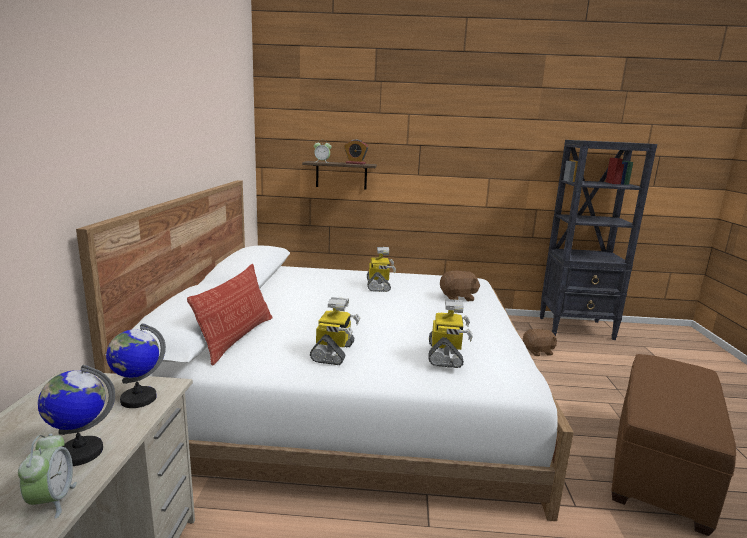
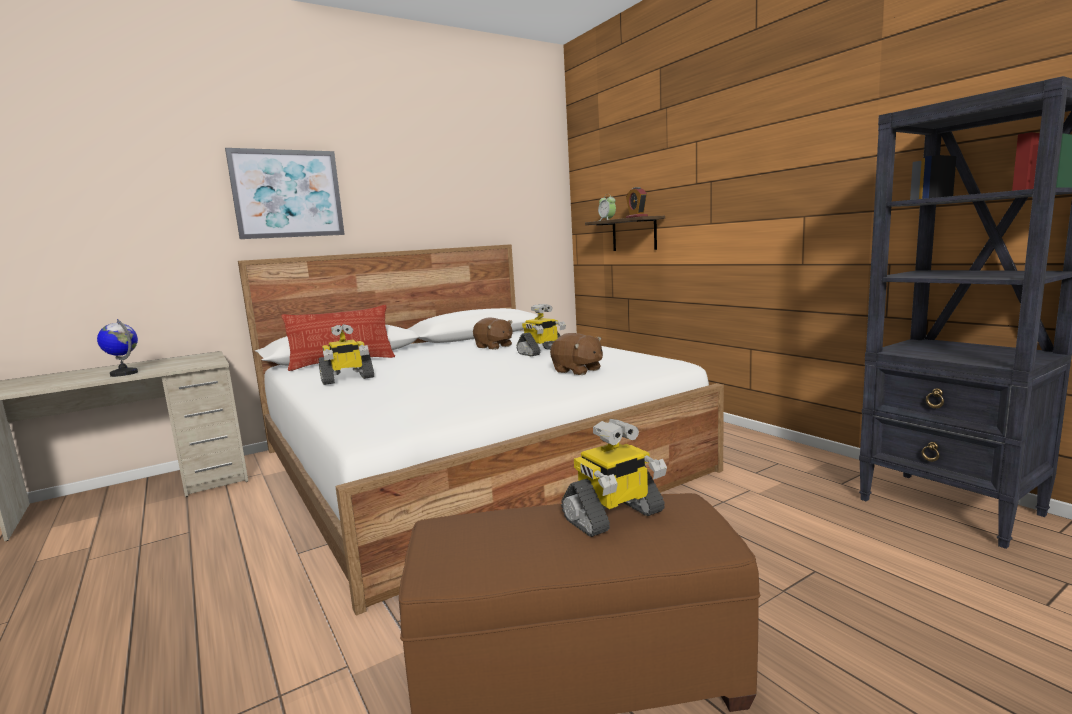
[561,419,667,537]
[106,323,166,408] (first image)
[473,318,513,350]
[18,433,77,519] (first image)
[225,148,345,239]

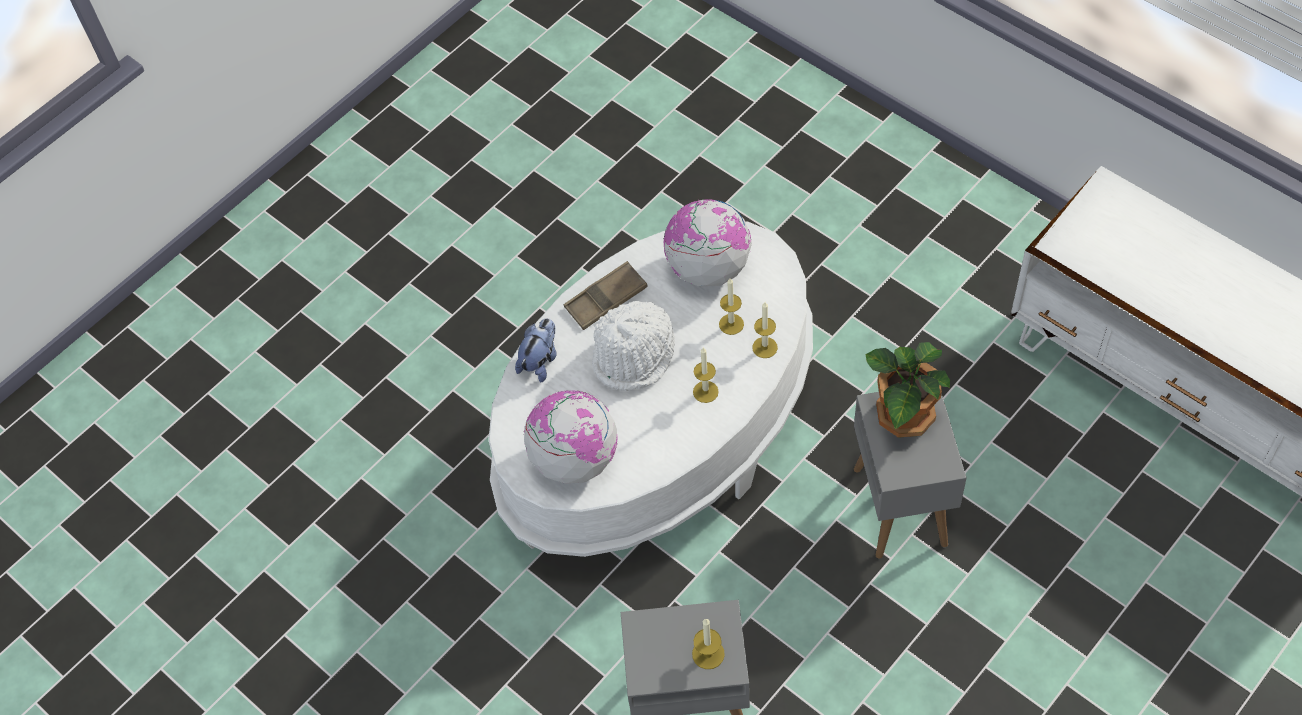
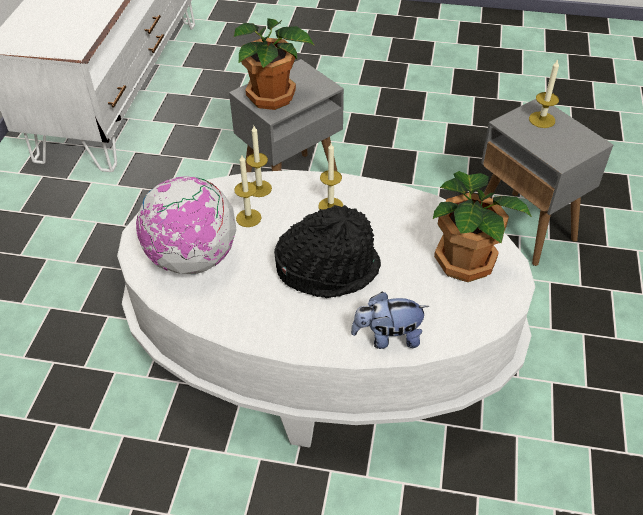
[564,261,648,330] (first image)
[274,205,381,298]
[433,171,532,282]

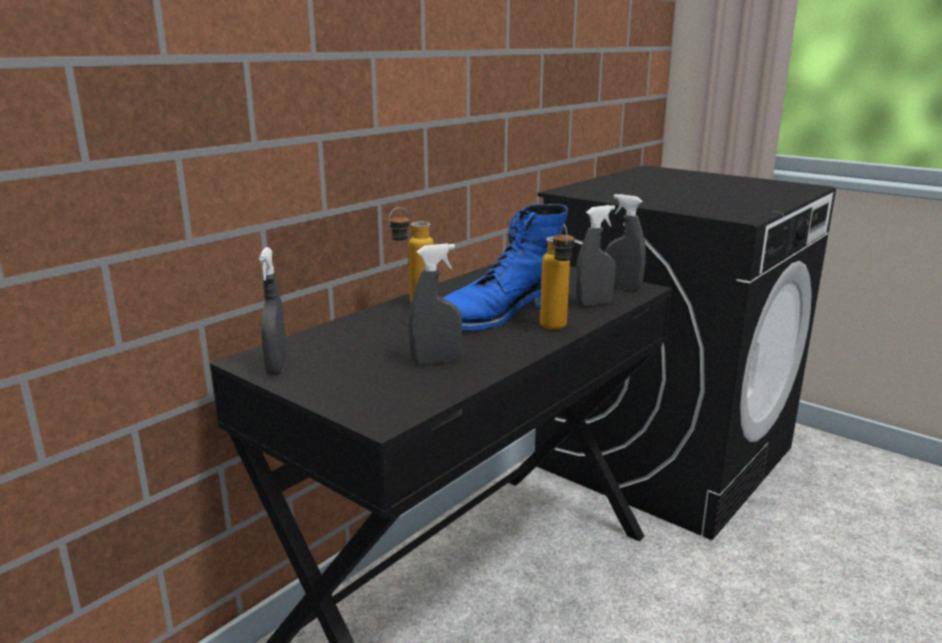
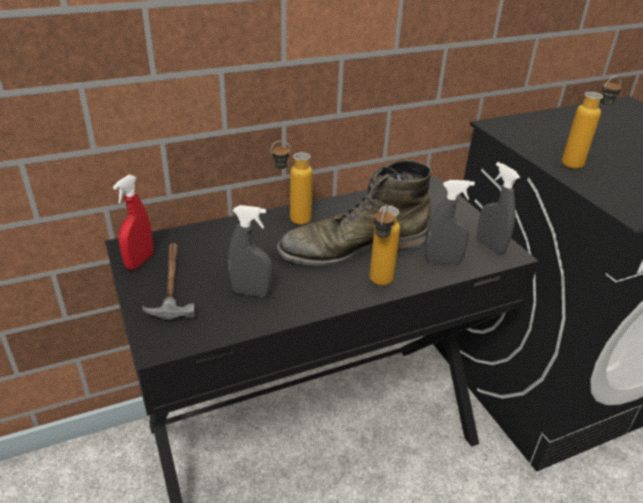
[277,160,432,266]
[113,175,153,270]
[562,75,621,169]
[142,243,195,320]

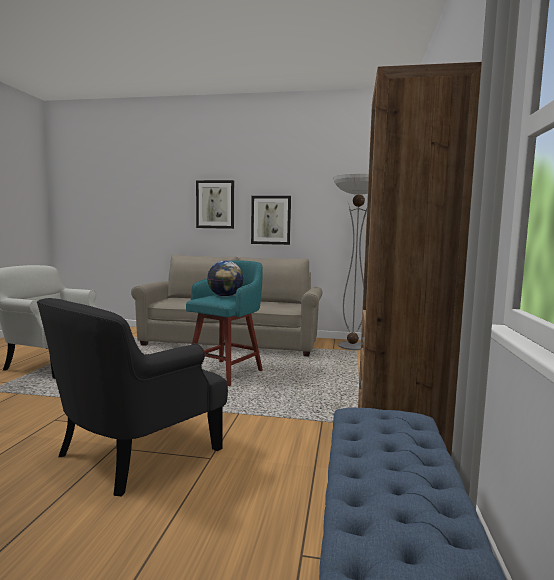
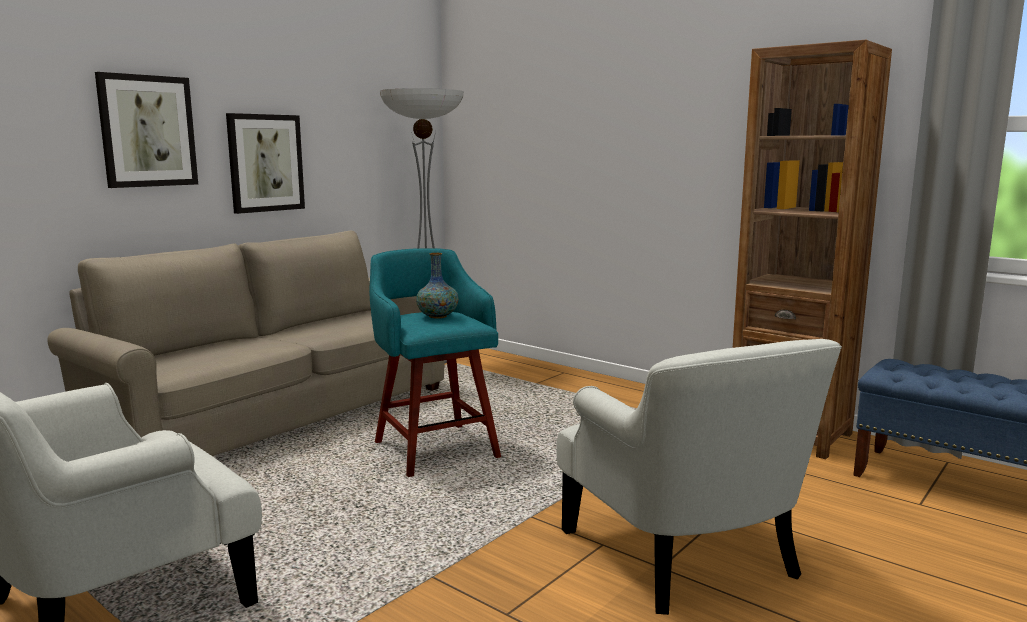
[416,253,458,319]
[556,339,842,615]

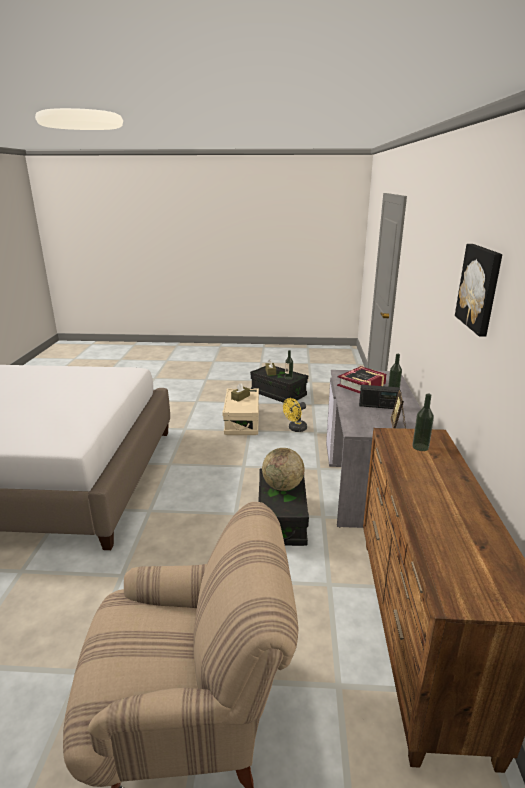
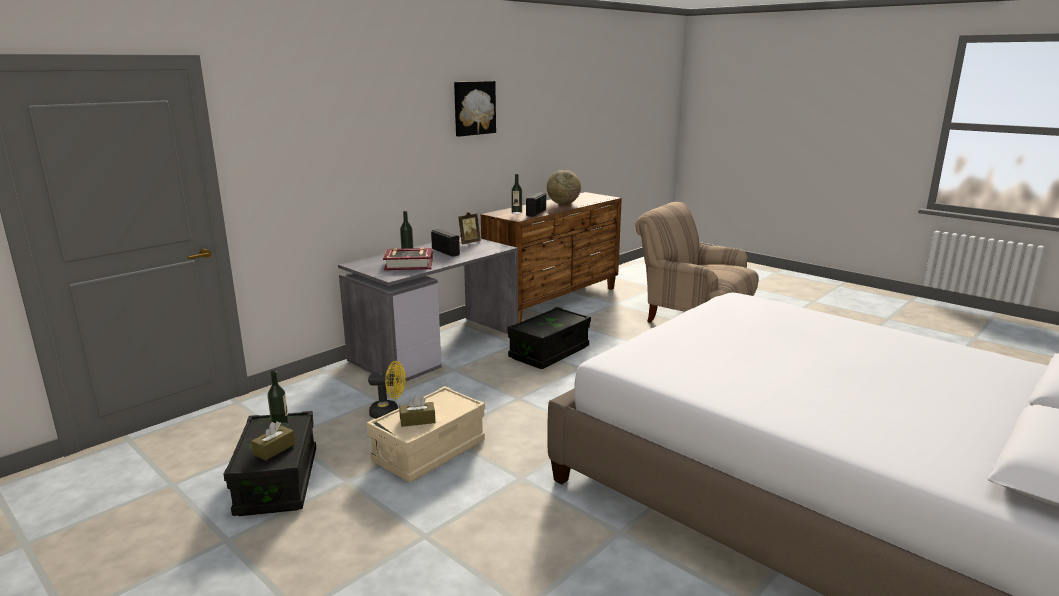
[547,170,581,205]
[526,192,546,217]

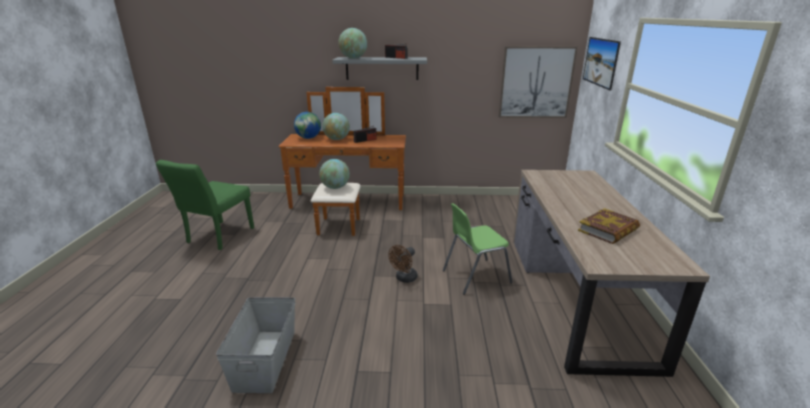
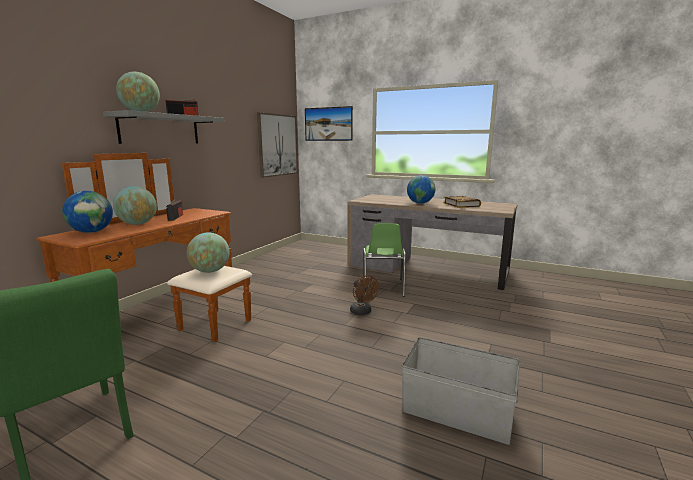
[407,175,435,204]

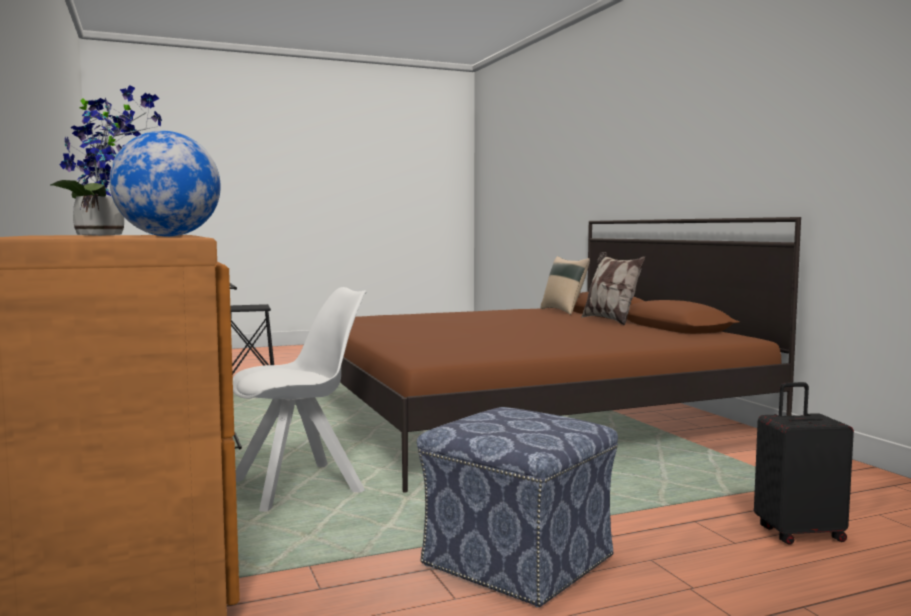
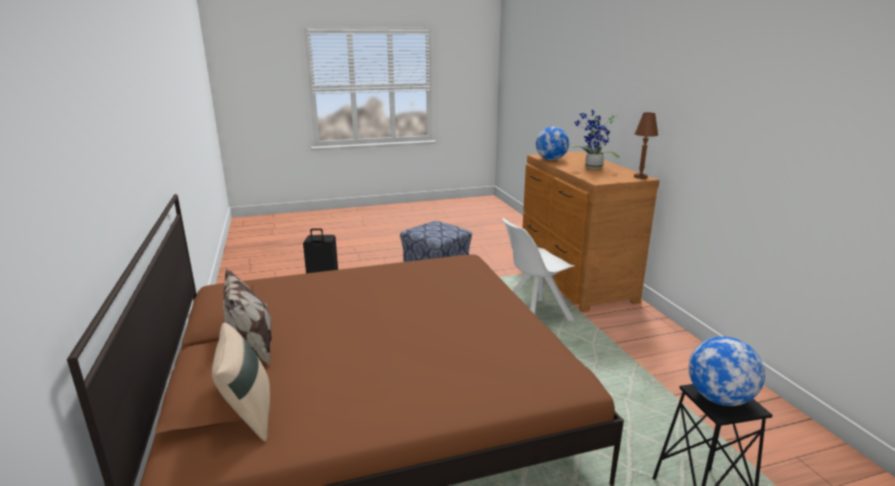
[634,113,658,179]
[689,336,765,406]

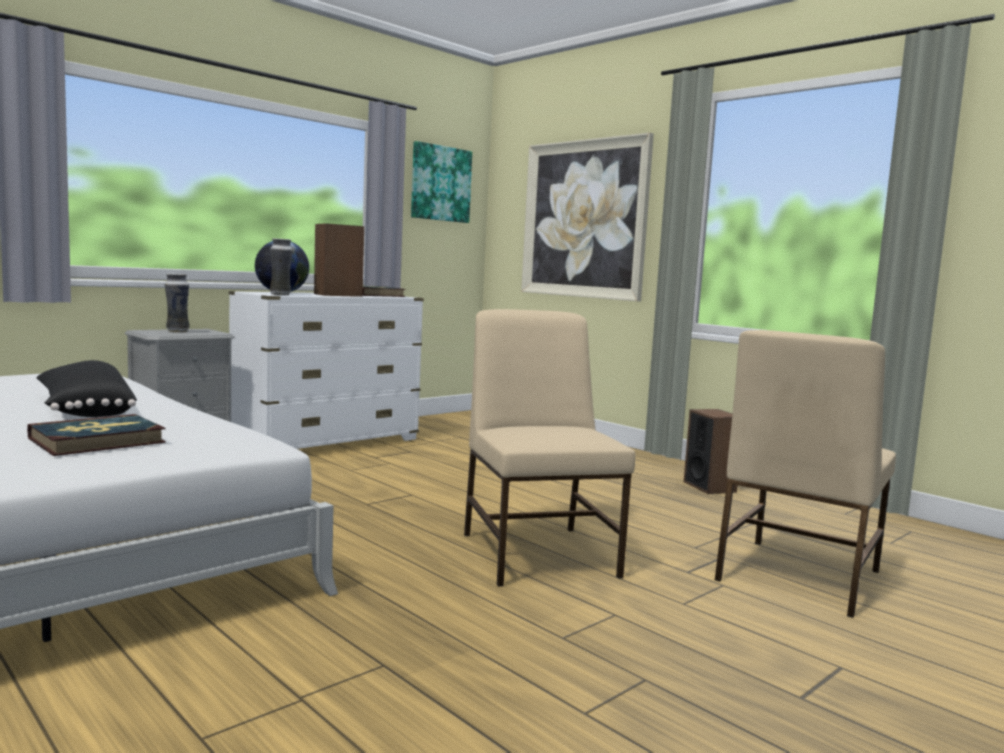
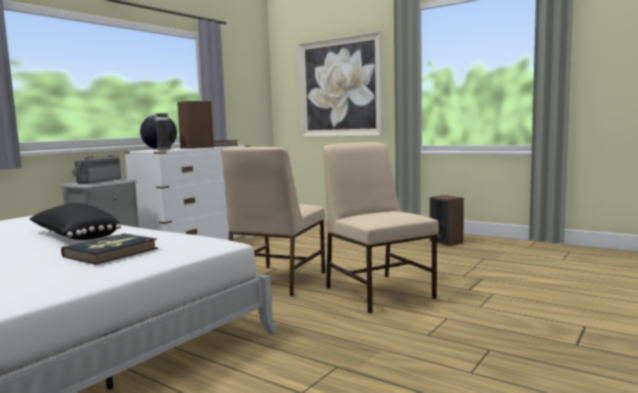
[411,141,472,223] (first image)
[71,155,121,184]
[221,147,325,296]

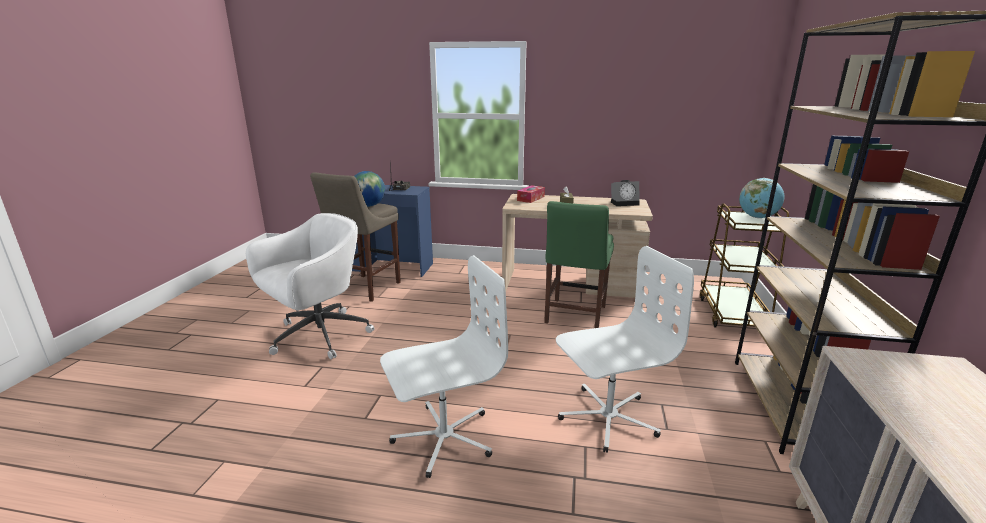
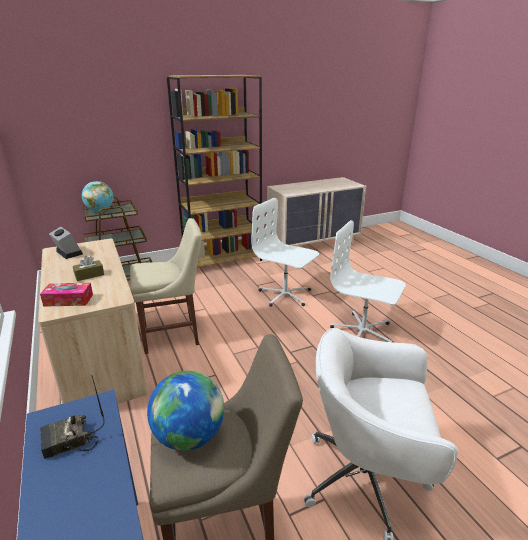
[130,218,202,354]

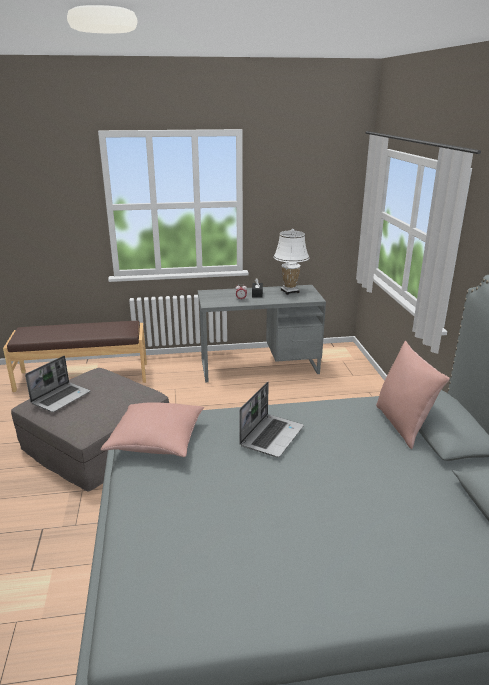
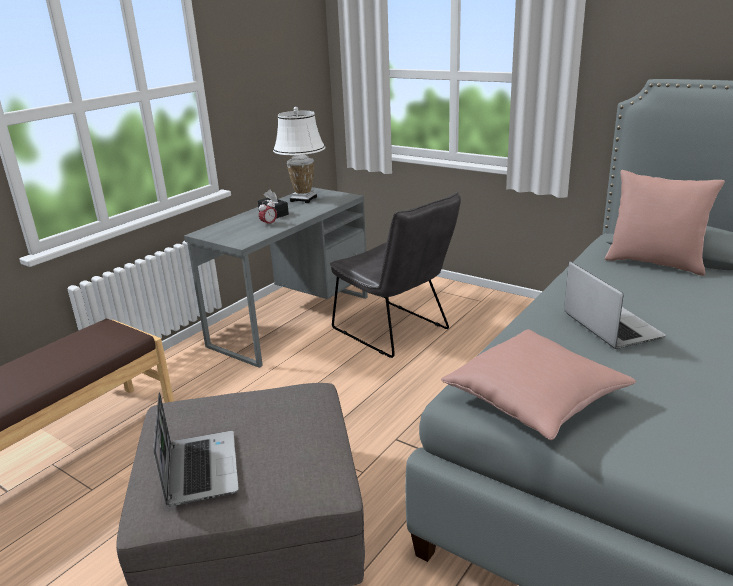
[330,192,461,358]

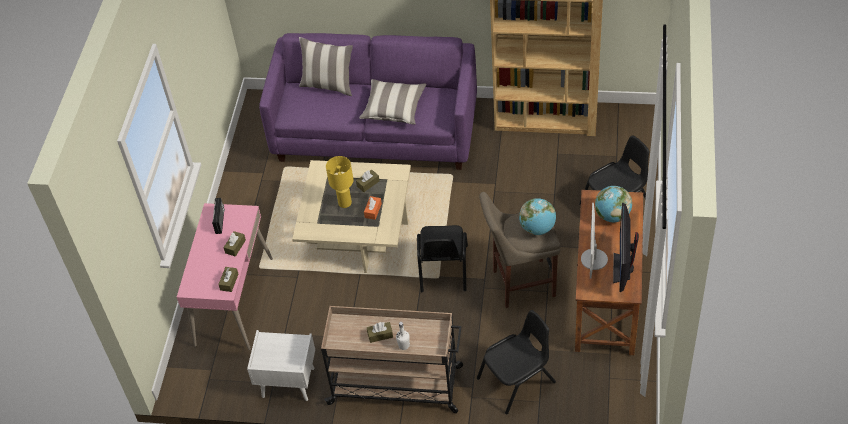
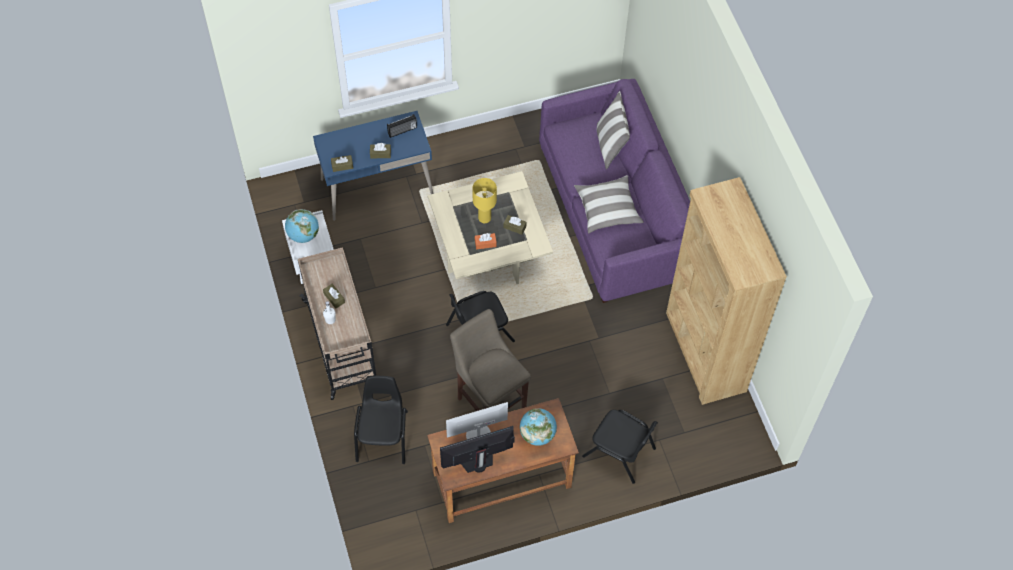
[285,209,319,243]
[313,111,433,221]
[354,376,408,464]

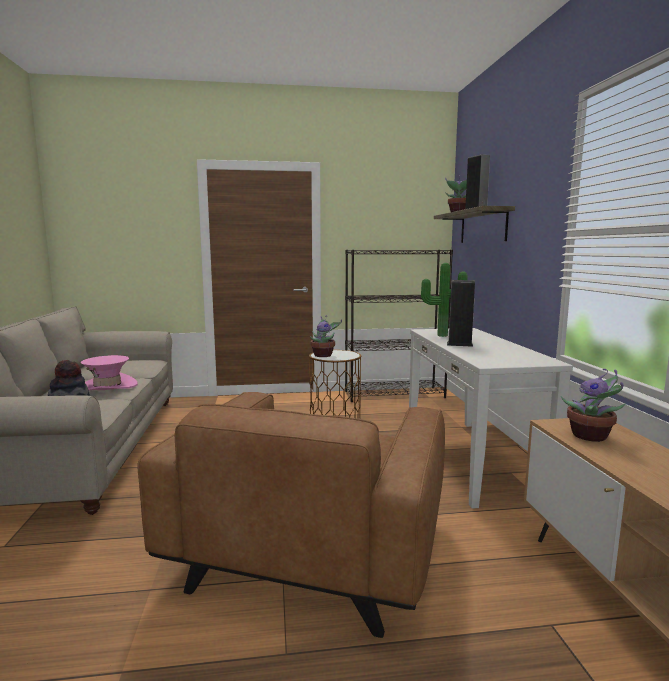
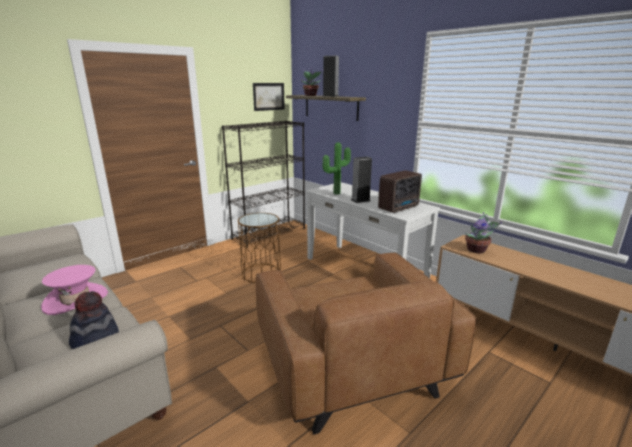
[310,317,342,357] (first image)
[253,83,285,111]
[378,171,422,213]

